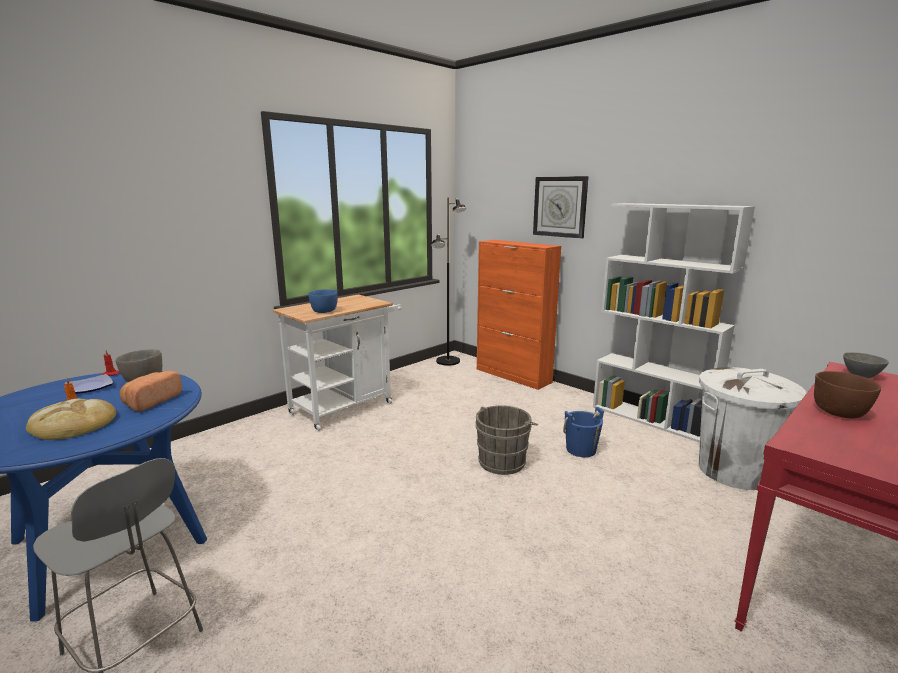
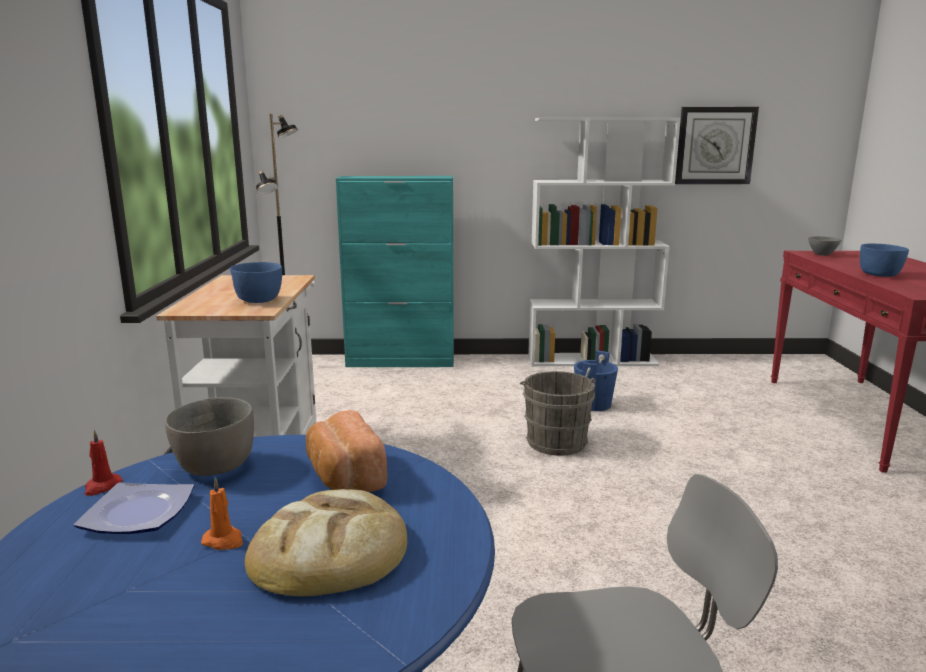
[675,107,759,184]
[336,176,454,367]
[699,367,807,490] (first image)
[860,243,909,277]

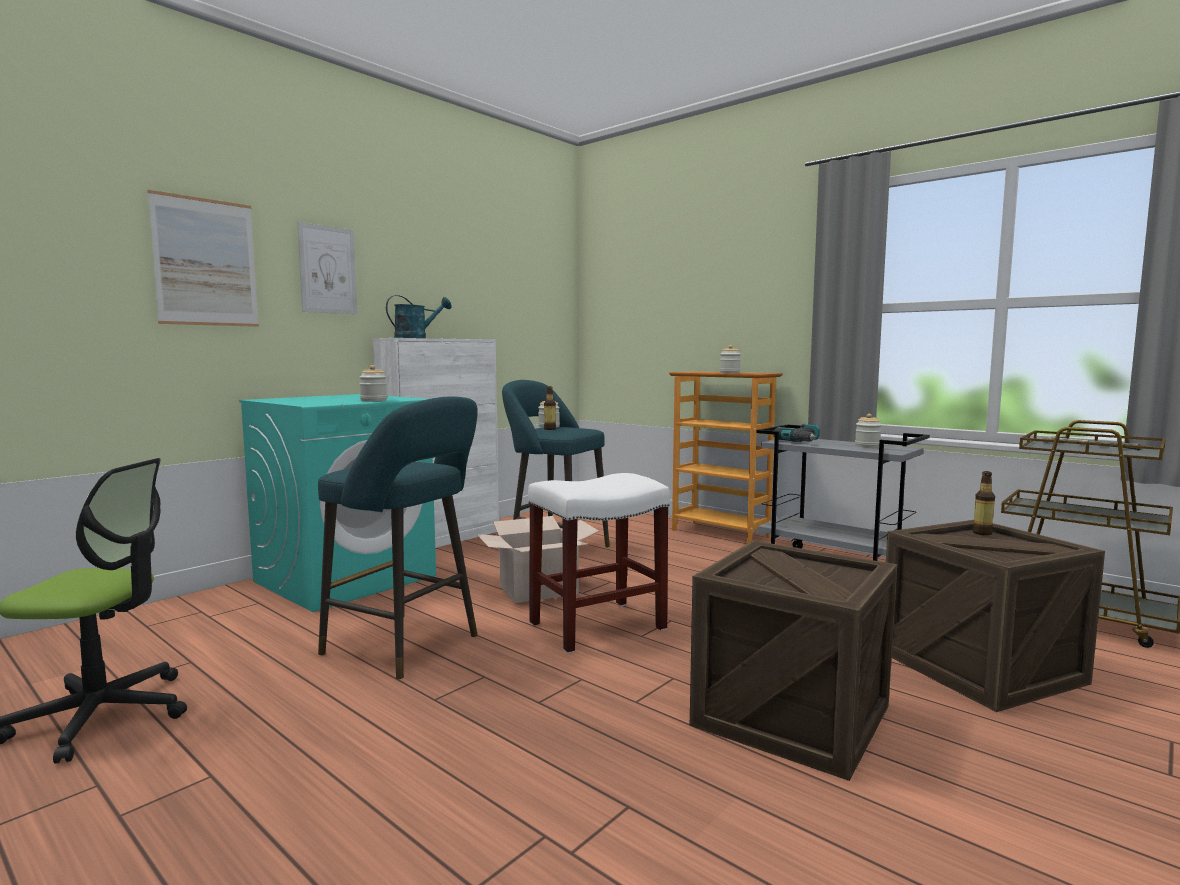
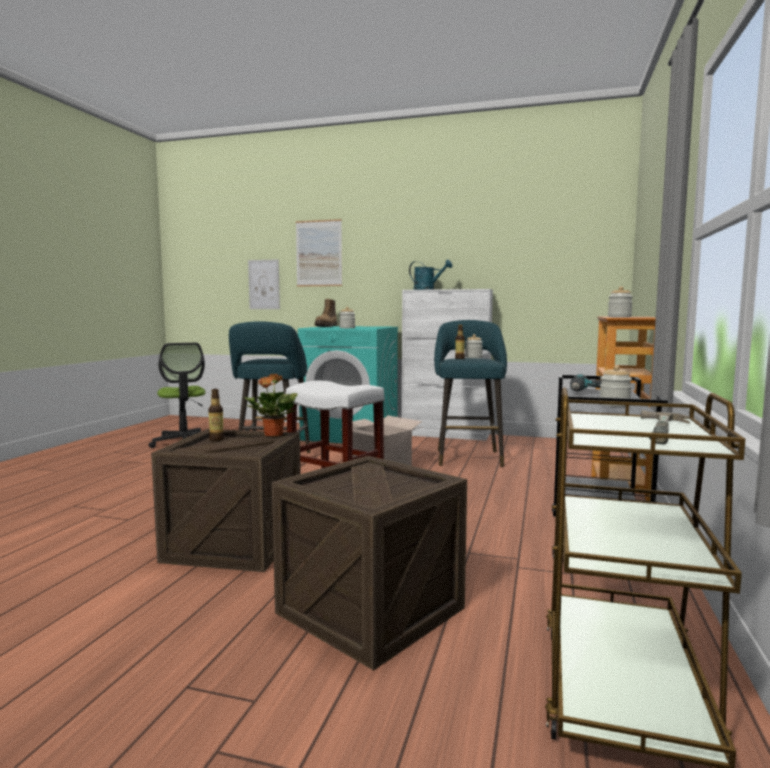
[248,259,280,309]
[208,389,224,441]
[315,299,337,327]
[244,374,298,437]

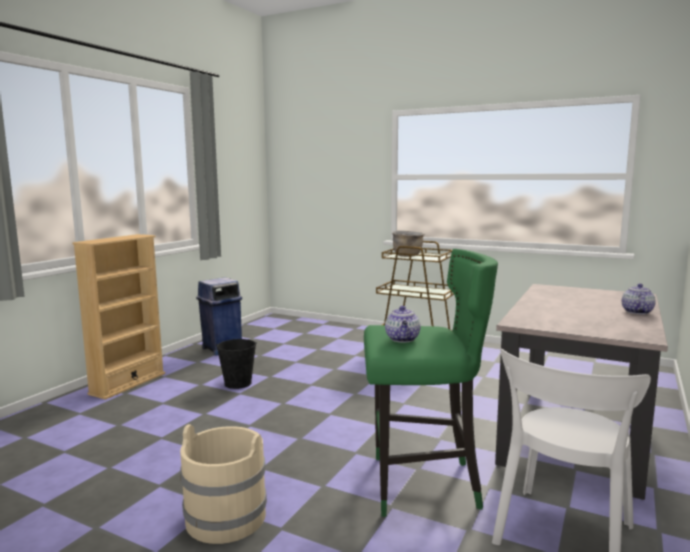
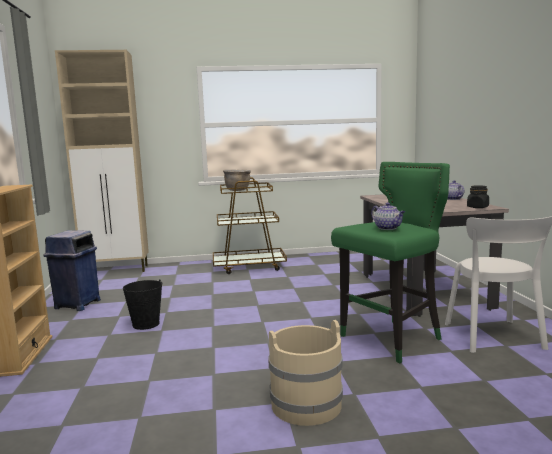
[55,50,149,272]
[467,185,489,208]

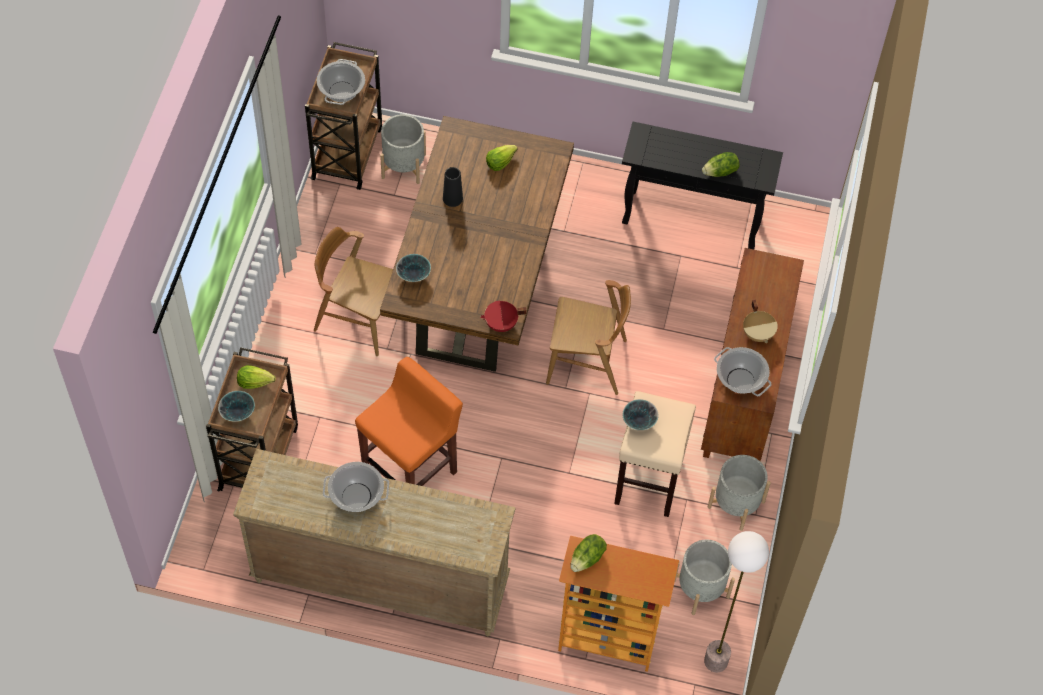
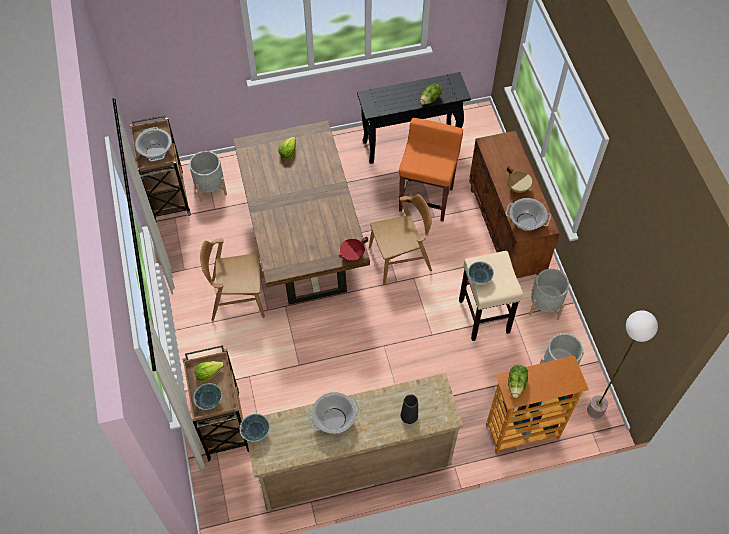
[401,394,418,424]
[240,414,270,442]
[399,118,463,222]

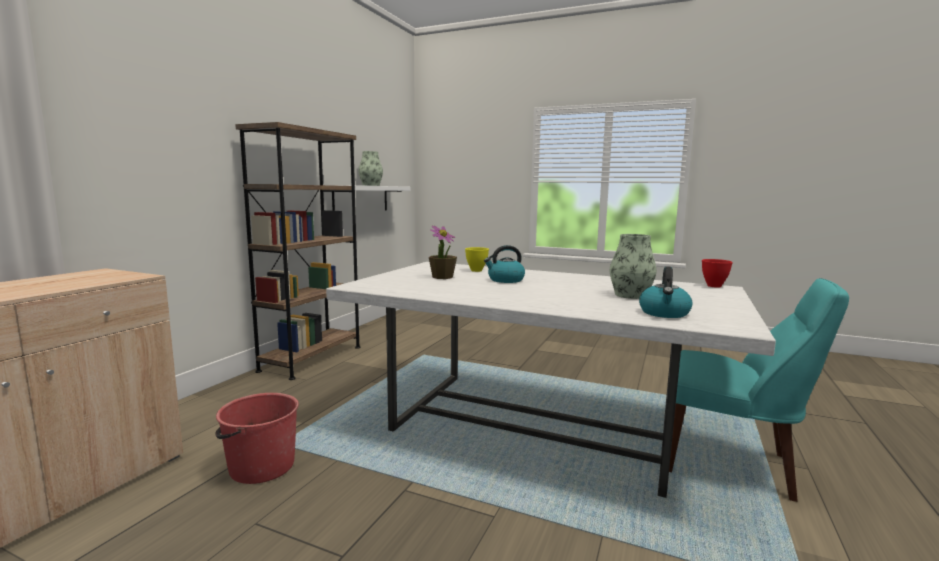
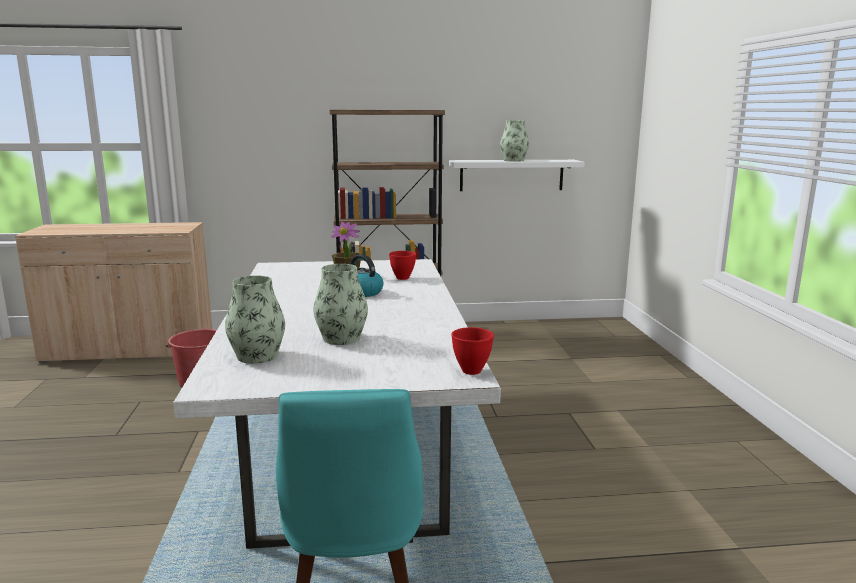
[389,251,416,280]
[225,275,285,364]

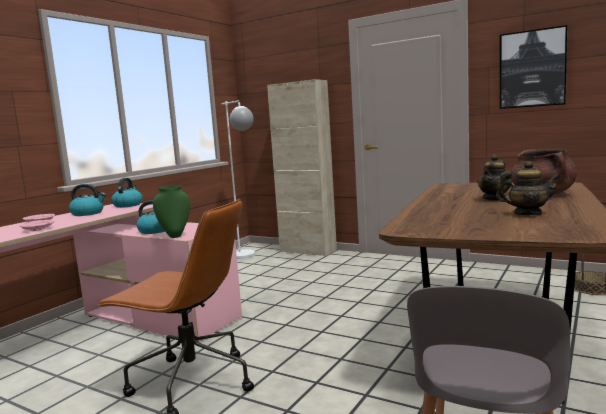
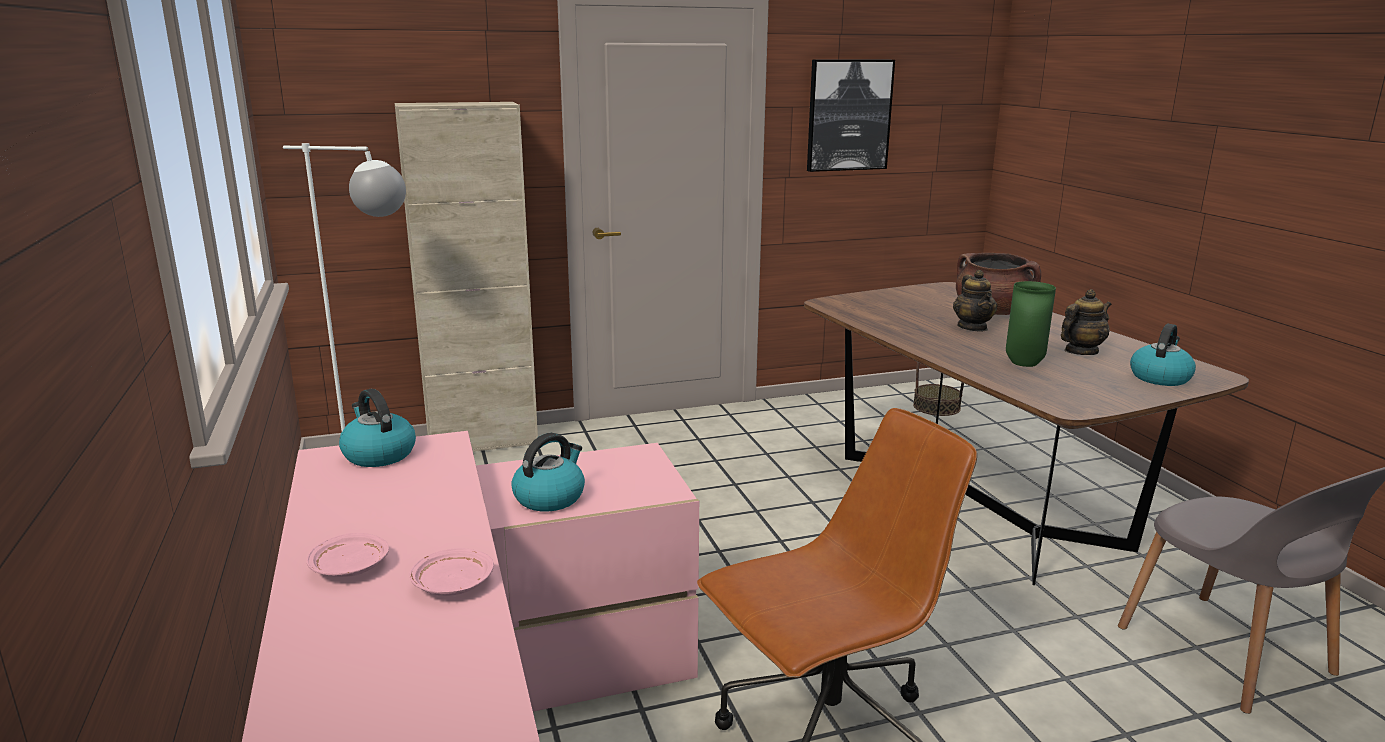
[1130,324,1196,386]
[1006,281,1056,367]

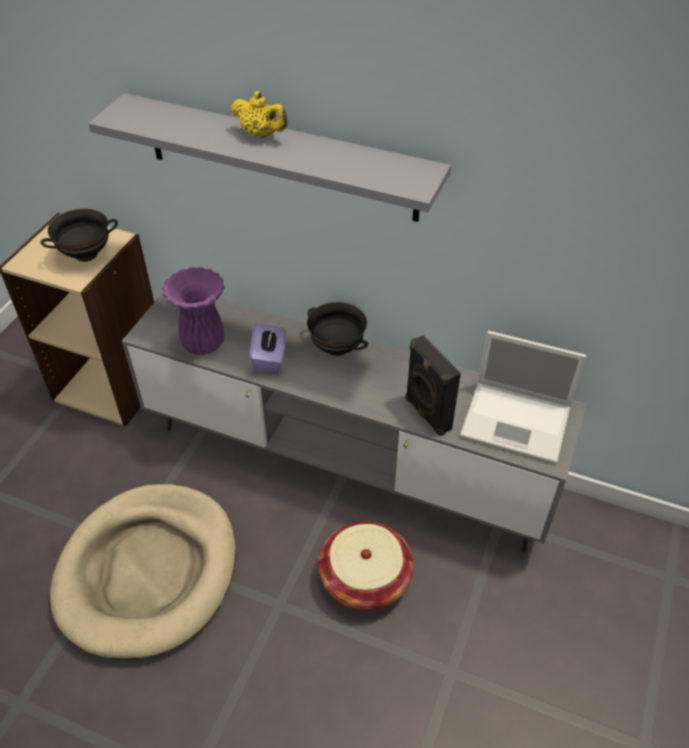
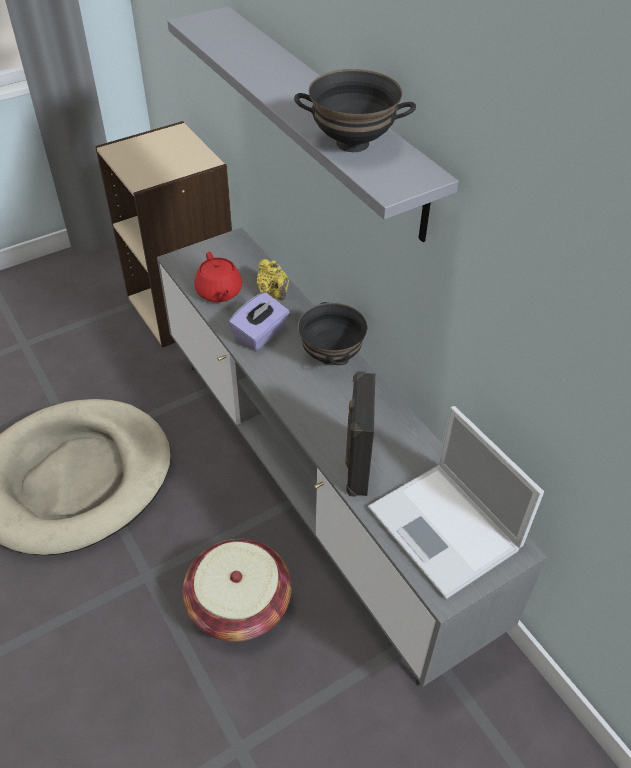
[257,259,289,301]
[294,69,416,152]
[194,252,242,302]

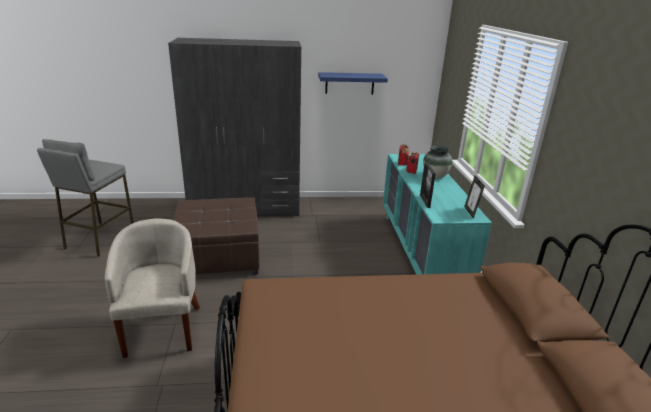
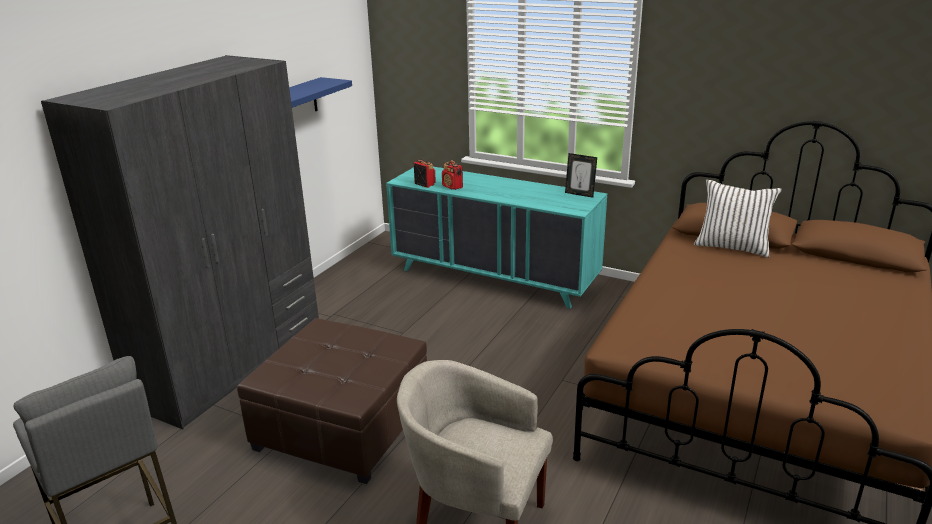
[423,145,452,179] (first image)
[420,163,436,208] (first image)
[694,180,782,258]

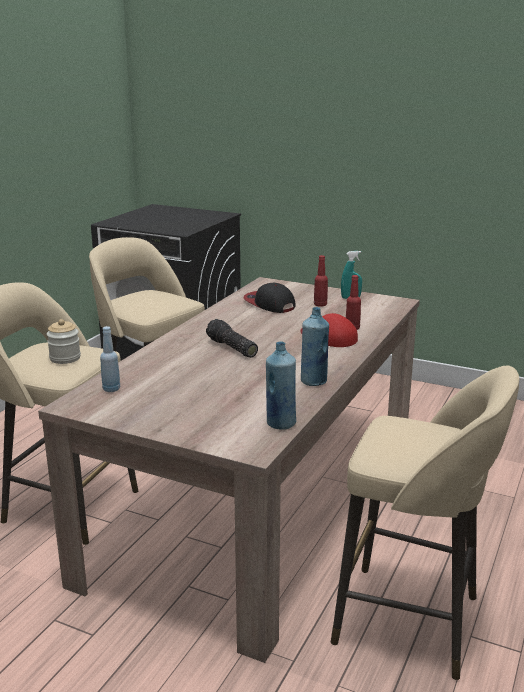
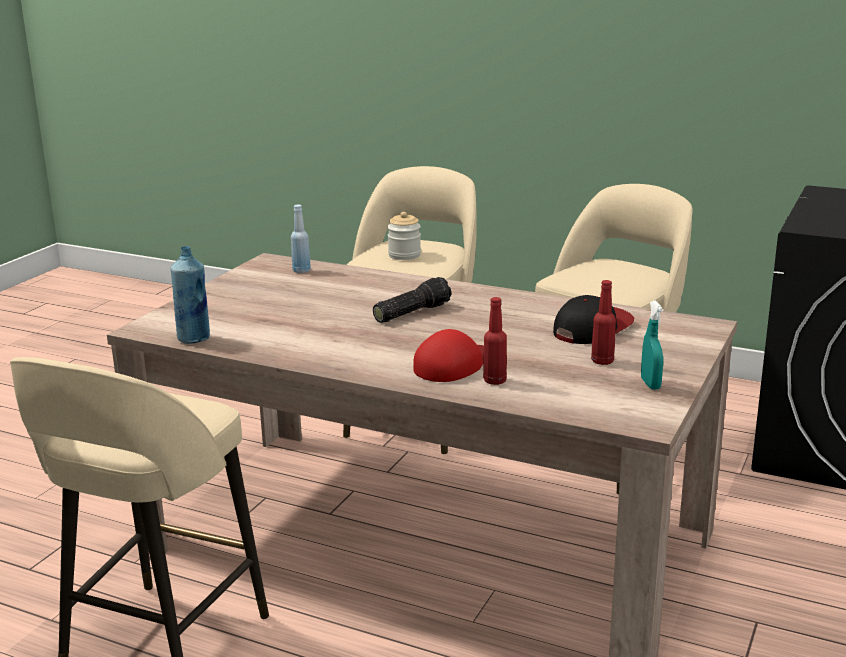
[301,307,329,386] (first image)

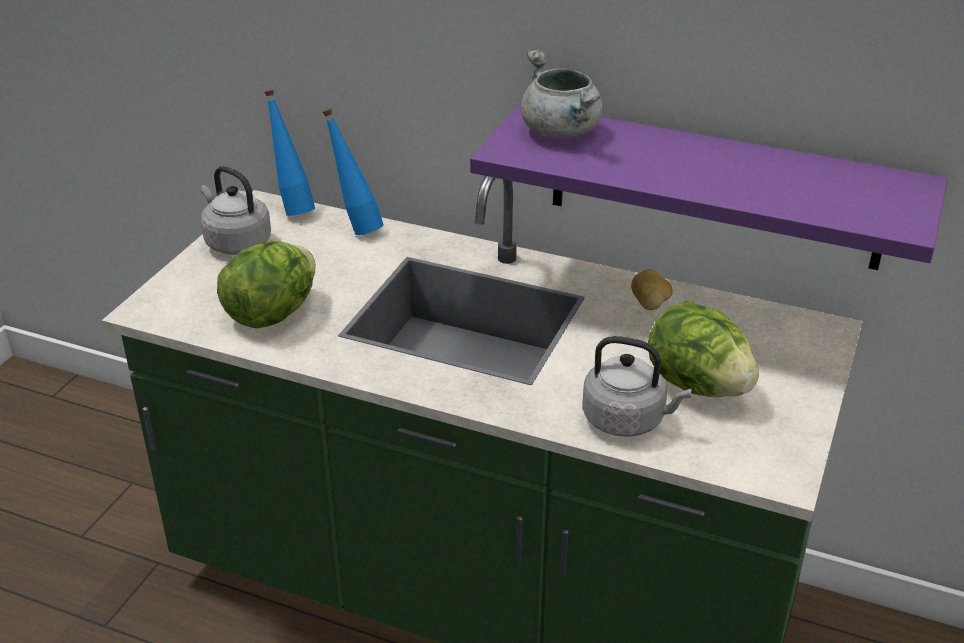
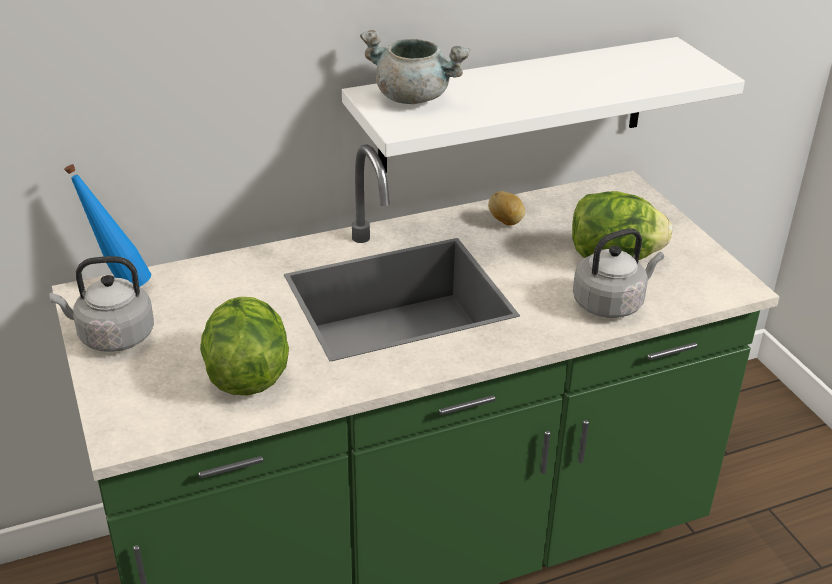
[342,37,745,173]
[322,108,384,235] (first image)

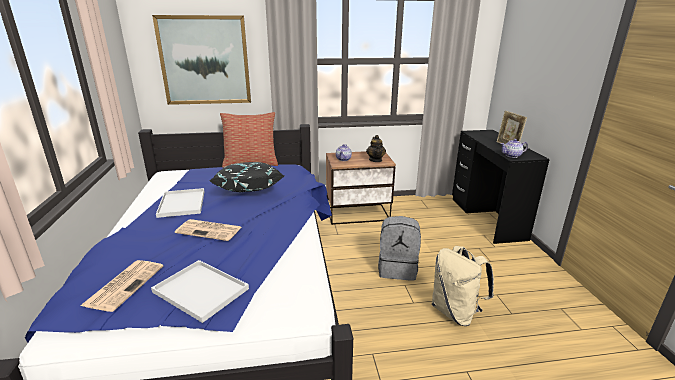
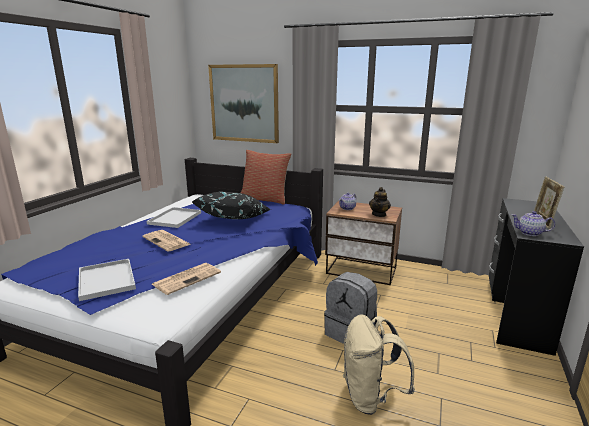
[152,263,221,295]

